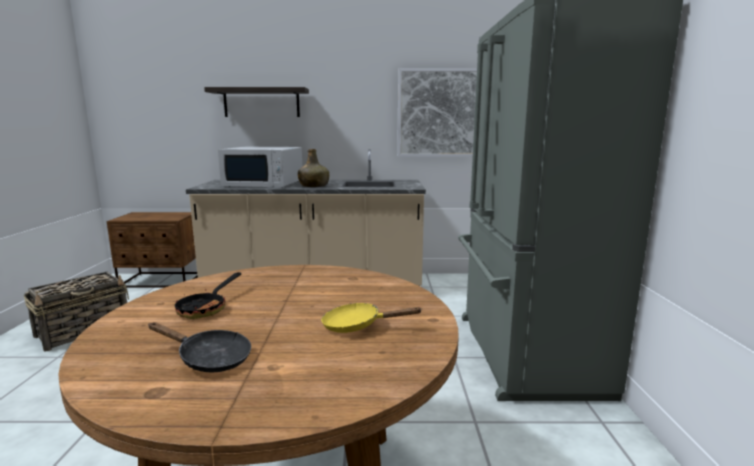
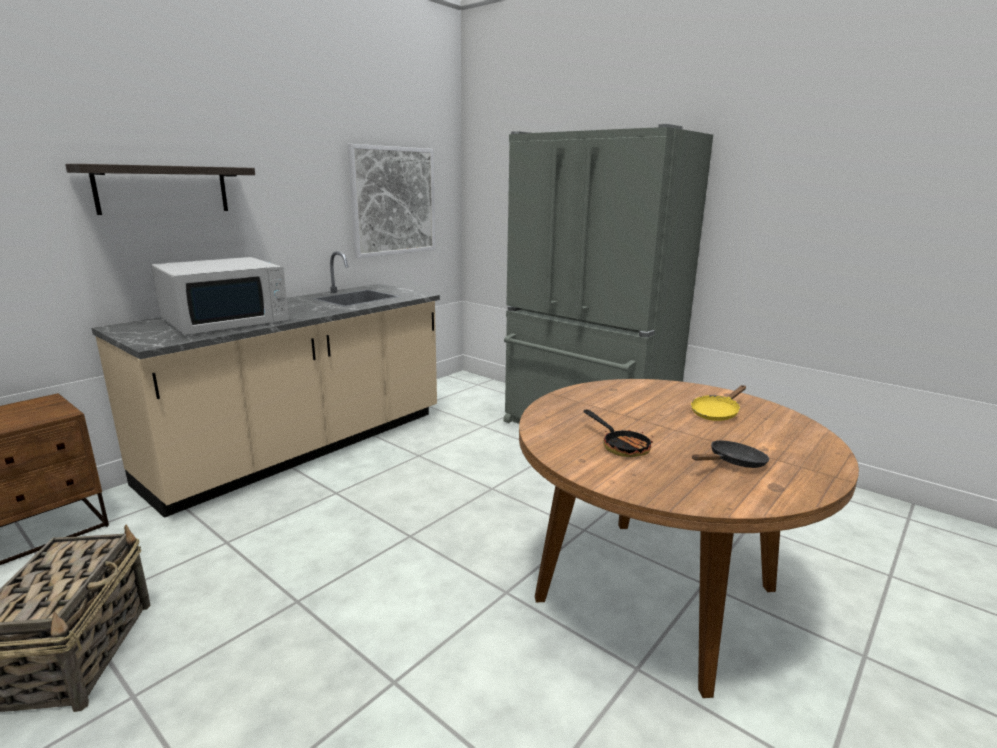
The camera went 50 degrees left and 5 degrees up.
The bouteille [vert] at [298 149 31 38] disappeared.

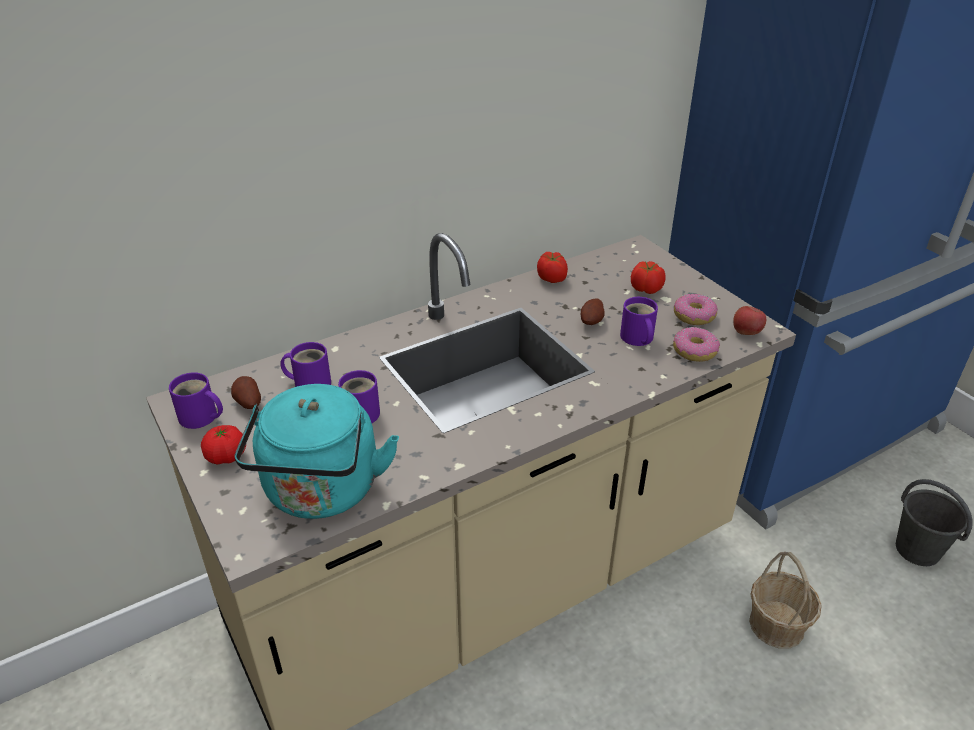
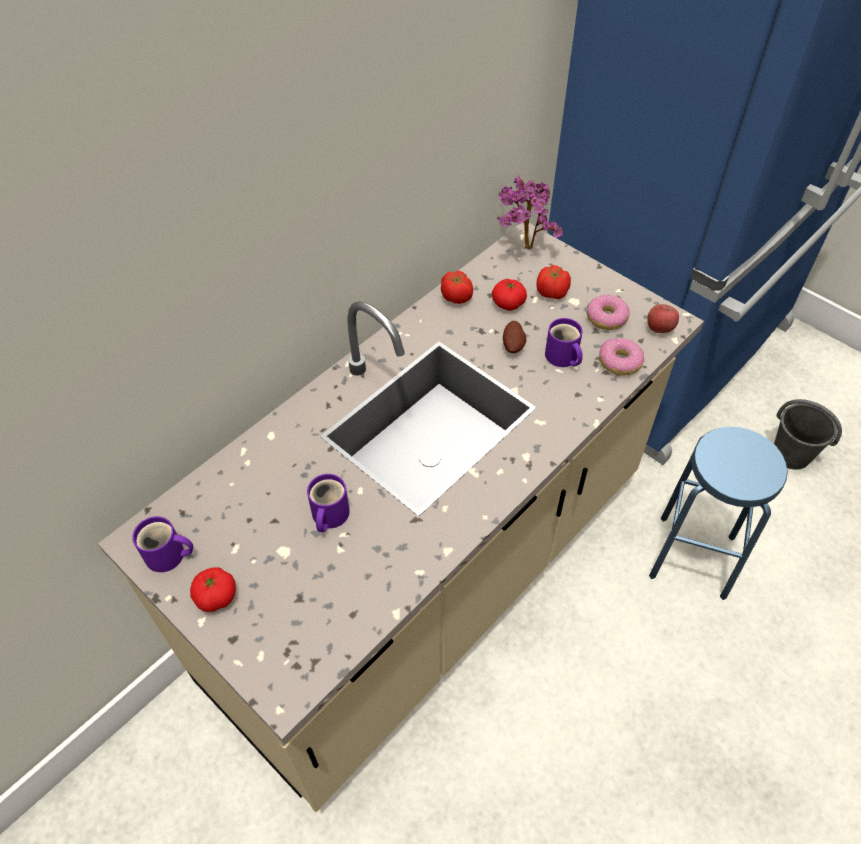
The camera went 15 degrees left and 15 degrees up.
The pomme de terre at [231 376 30 33] disappeared.
The bouilloire [turquoise] at [234 384 165 135] disappeared.
The mug [violet] at [280 342 51 45] disappeared.
The panier at [749 552 73 97] was replaced by the tabouret [bleu] at [649 427 139 173].
The tomate at [492 279 35 31] appeared.
The plante en pot at [497 175 66 75] appeared.

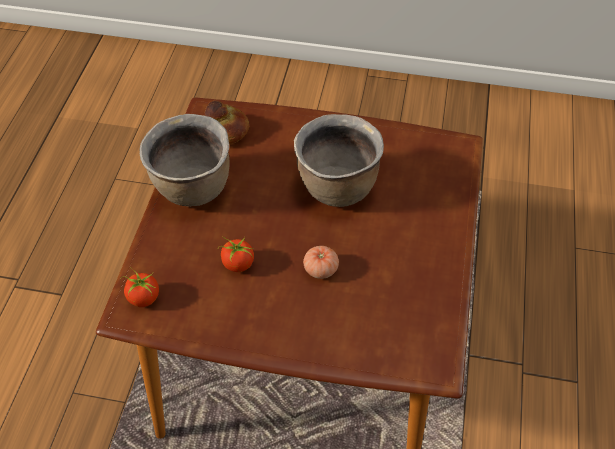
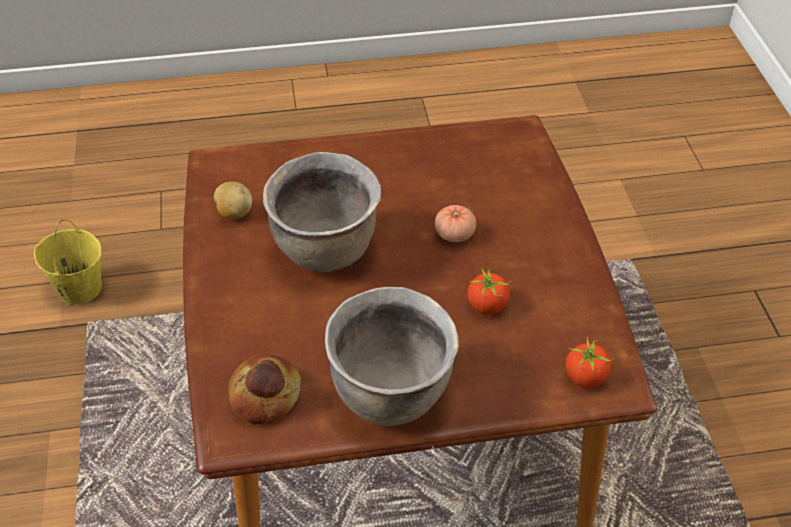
The camera went 110 degrees left and 5 degrees down.
The seau [jaune] at [34 219 68 85] appeared.
The pomme de terre at [214 181 38 38] appeared.

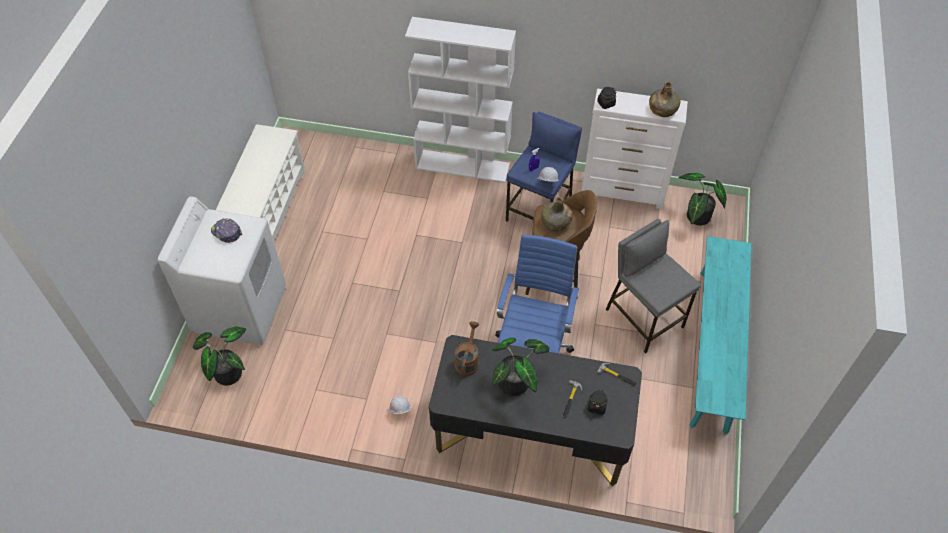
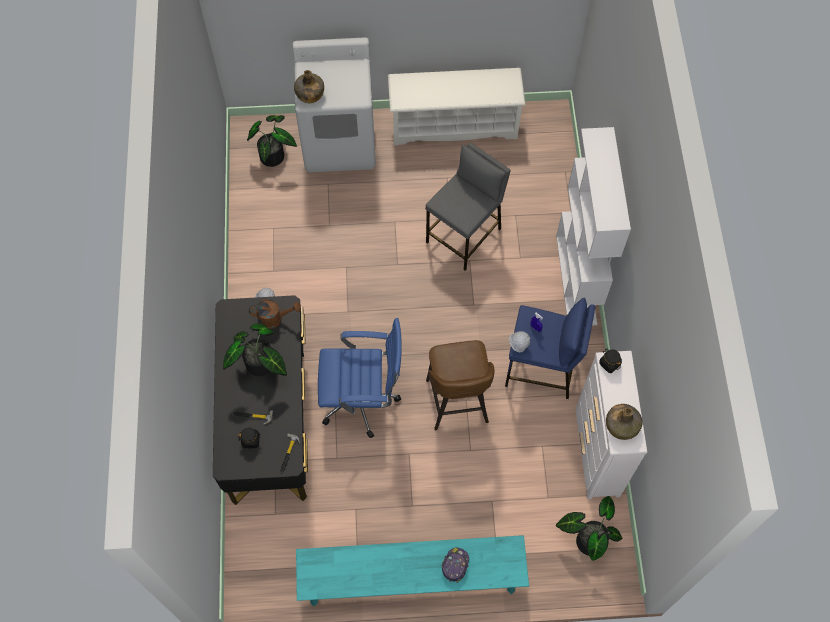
The camera went 75 degrees right and 10 degrees up.
The casquette moved from [211 218 31 25] to [442 548 27 35].
The bouteille [vert] moved from [541 197 32 34] to [294 70 30 33].
The tabouret [gris] moved from [606 219 95 135] to [425 143 85 128].

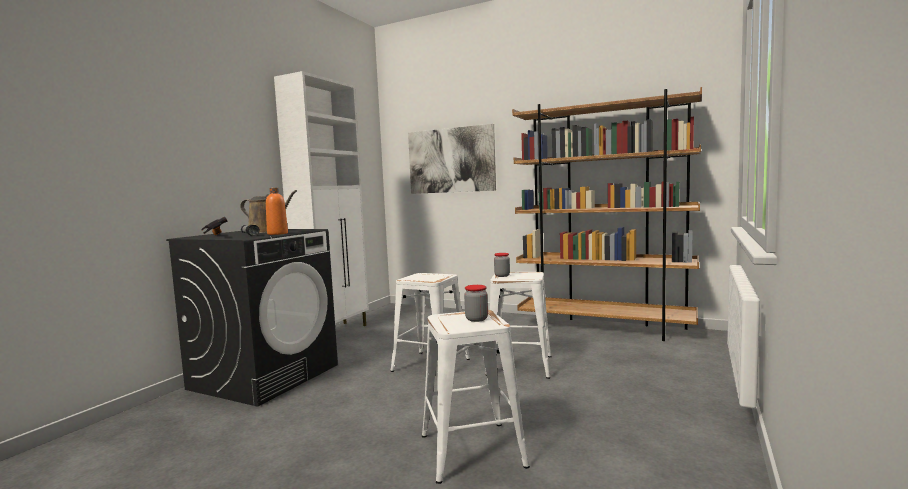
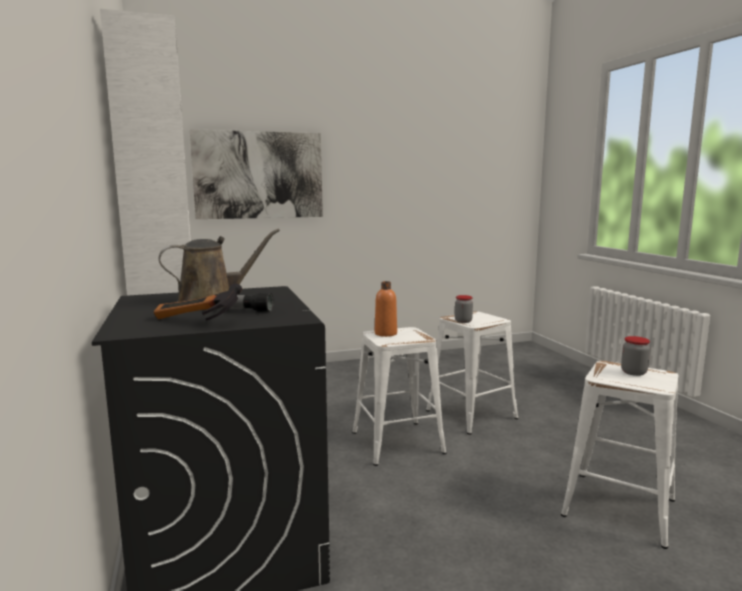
The camera went 45 degrees left and 5 degrees up.
The bouteille [orange] moved from [266 188 22 47] to [375 281 22 56].
The bibliothèque [marron] at [512 87 190 254] disappeared.

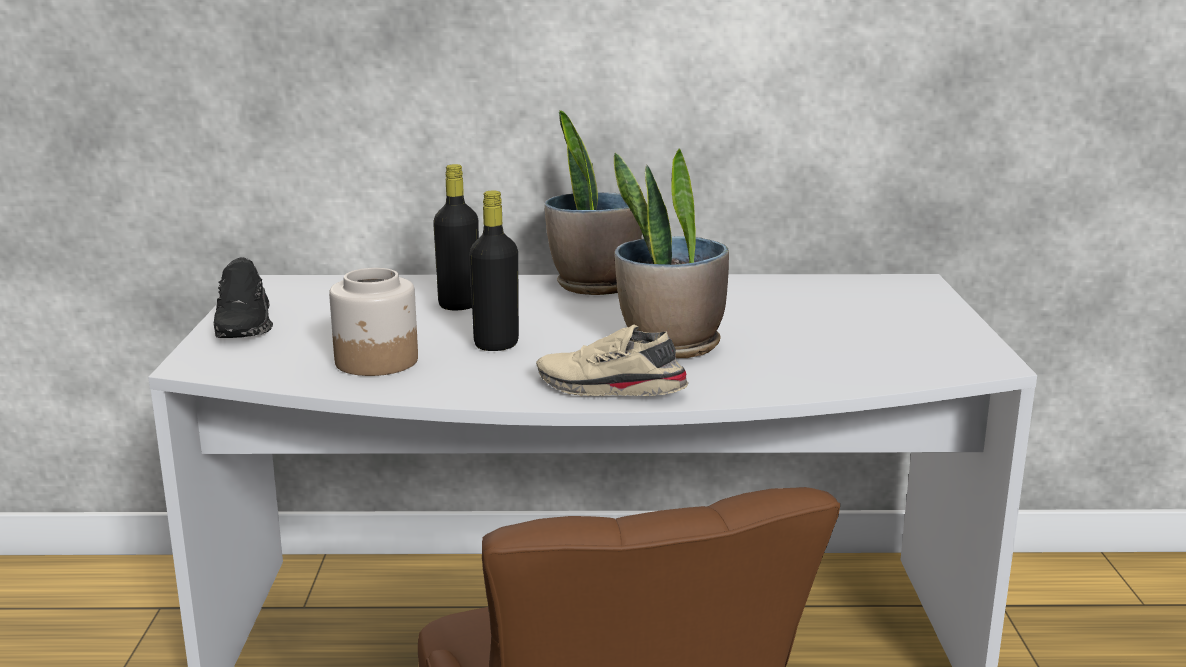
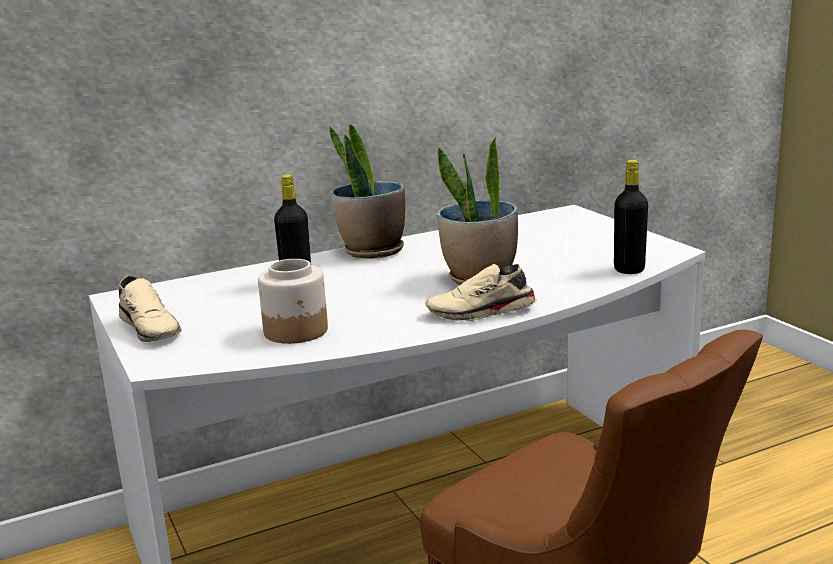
The camera went 25 degrees left and 0 degrees up.
The chaussure [noir] at [213 257 60 81] became the chaussure [beige] at [119 276 63 66].
The bouteille [noir] moved from [469 190 50 161] to [614 160 34 114].

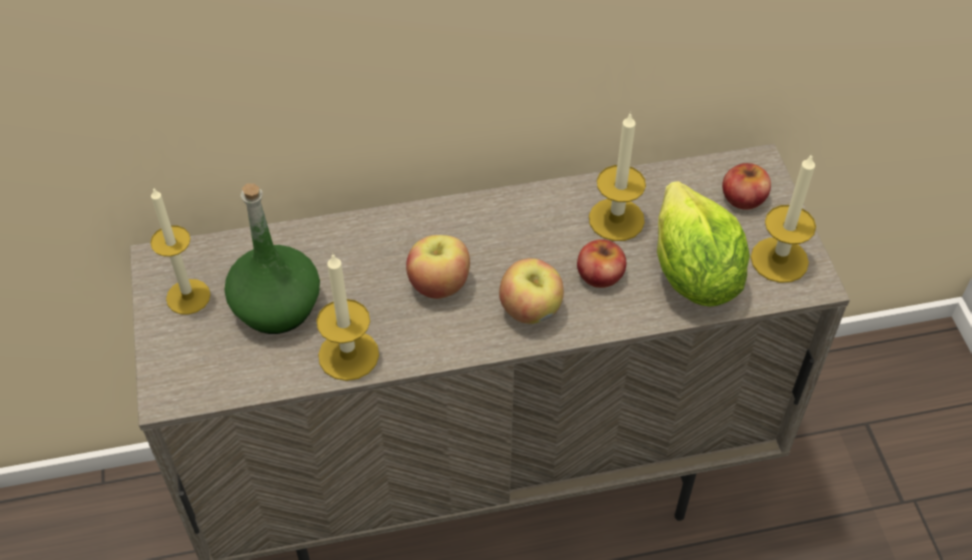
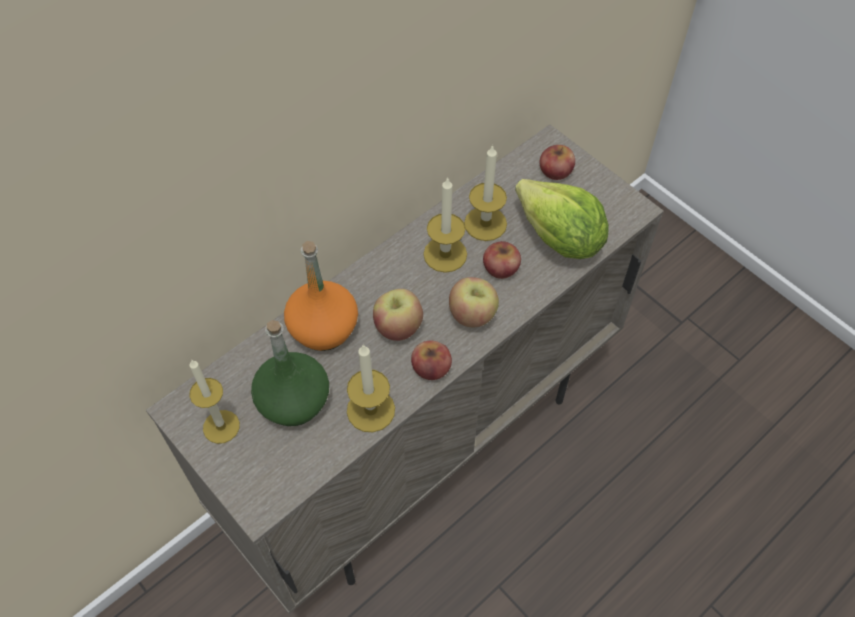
The camera went 30 degrees left and 5 degrees up.
The bougie moved from [751 153 65 130] to [423 177 44 96].
The bouteille [orange] at [284 241 74 110] appeared.
The pomme at [411 341 41 39] appeared.

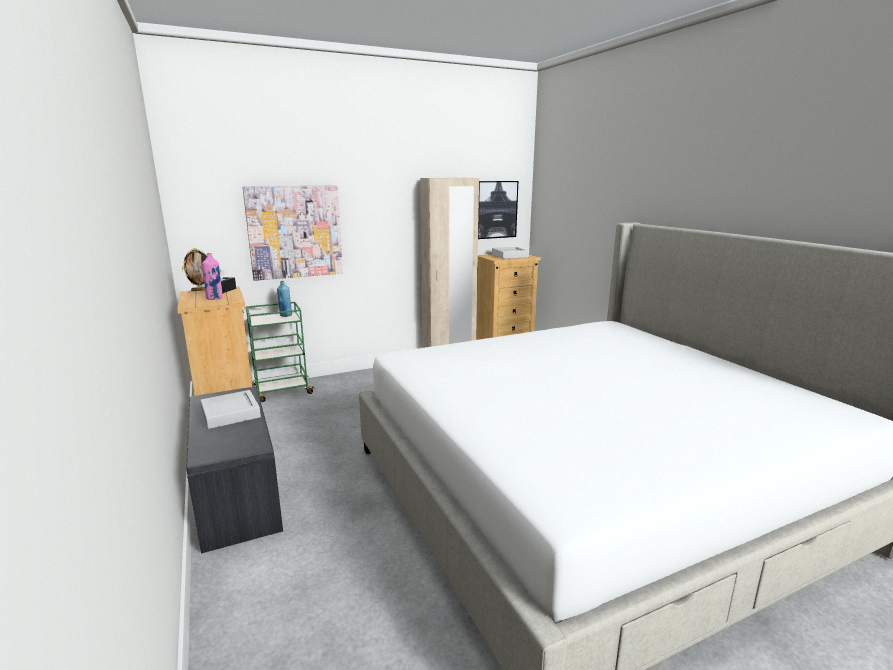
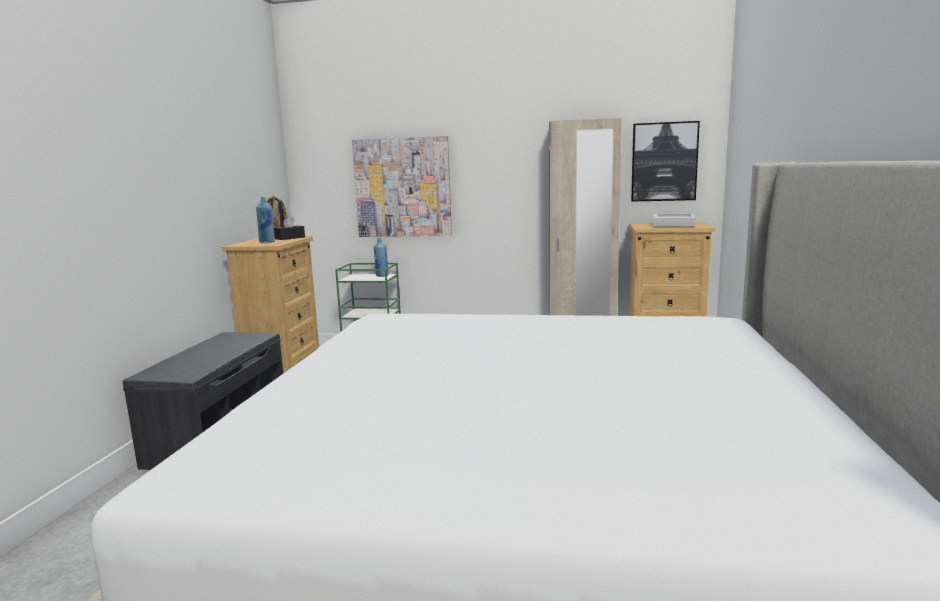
The camera went 35 degrees right and 5 degrees down.
The plateau [gris] at [200 390 61 39] disappeared.
The bouteille [rose] at [202 253 21 47] became the bouteille [bleu] at [256 197 19 46].

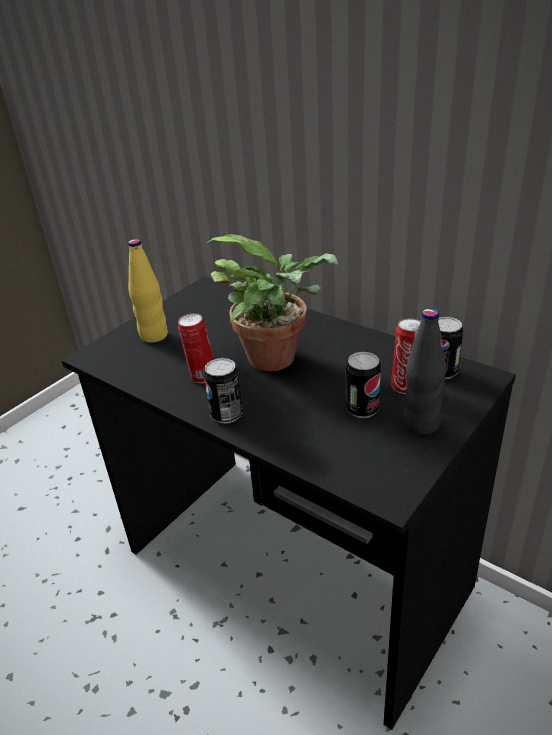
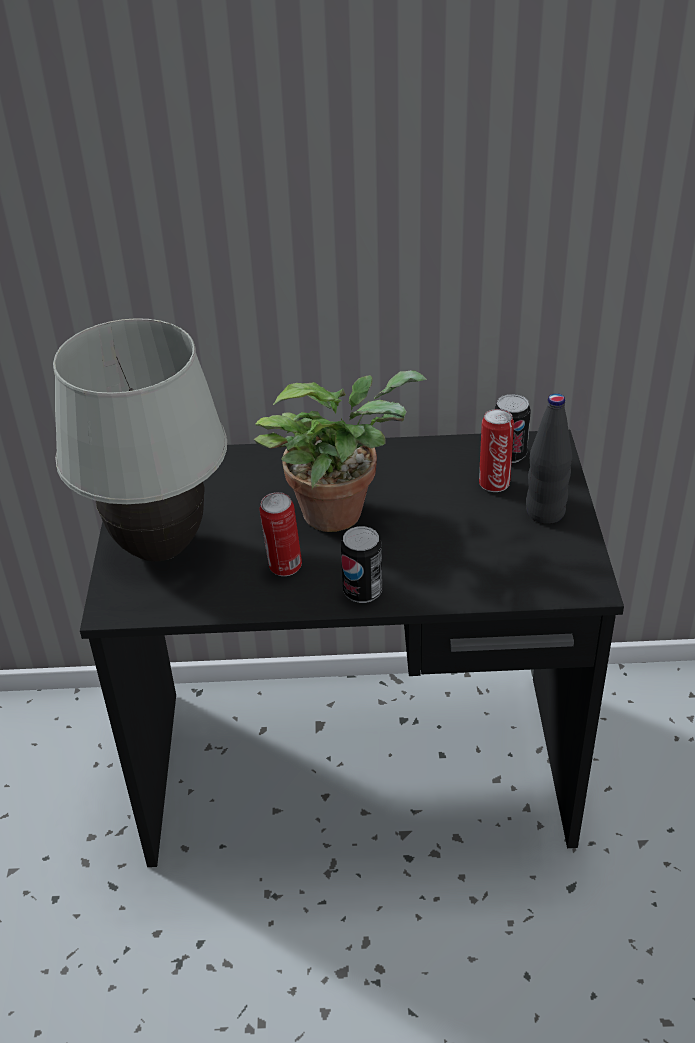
The camera went 40 degrees left and 5 degrees up.
The bouteille [jaune] at [128 239 40 104] was replaced by the lampe de table [blanc] at [53 318 174 244].
The boîte métallique at [346 352 35 66] disappeared.

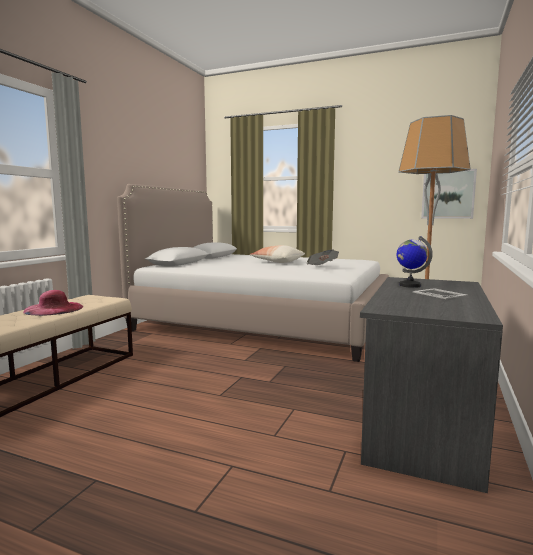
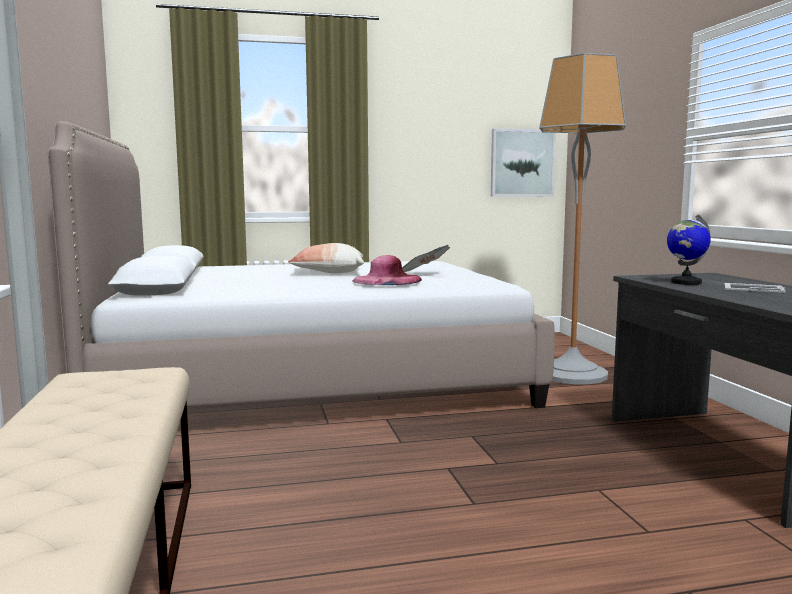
The camera went 35 degrees left and 0 degrees up.
The chapeau [rose] moved from [23 290 60 26] to [352 255 70 30].

